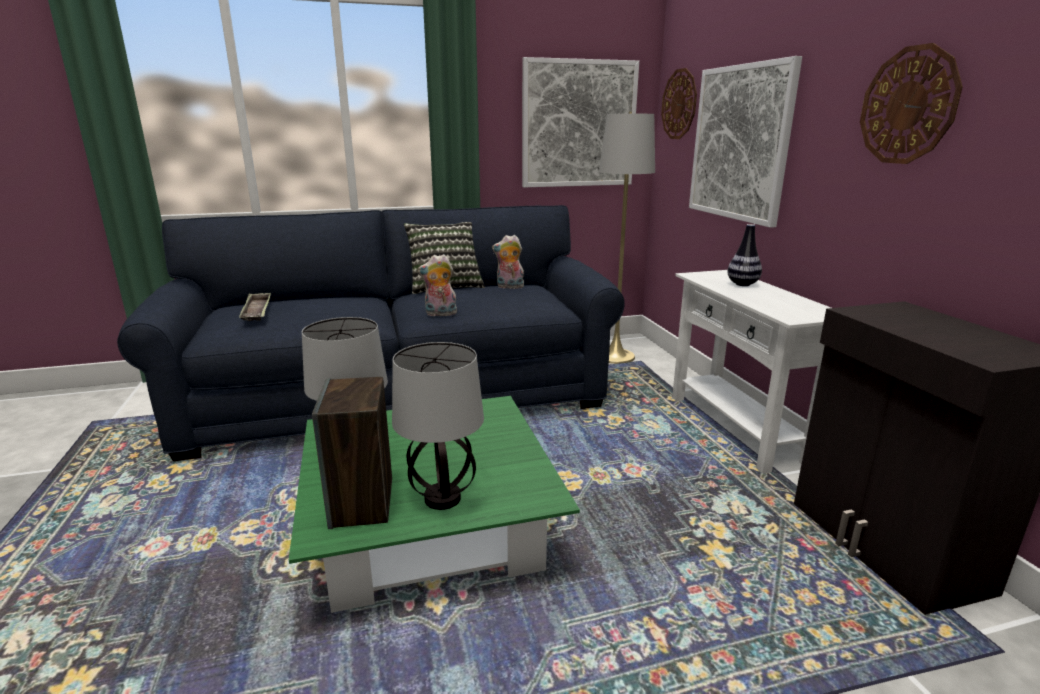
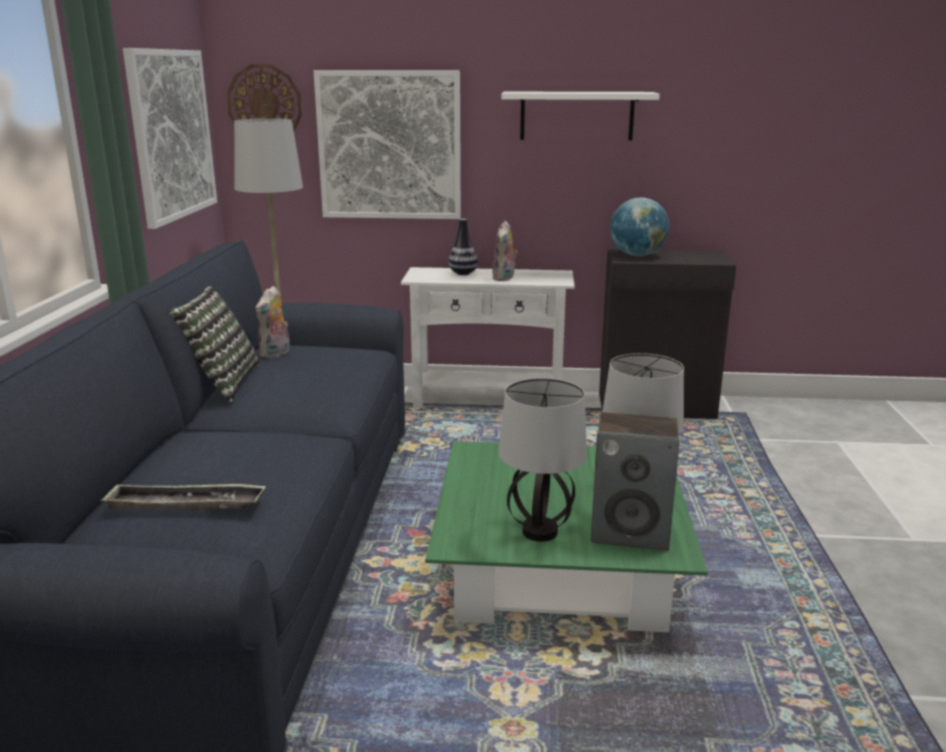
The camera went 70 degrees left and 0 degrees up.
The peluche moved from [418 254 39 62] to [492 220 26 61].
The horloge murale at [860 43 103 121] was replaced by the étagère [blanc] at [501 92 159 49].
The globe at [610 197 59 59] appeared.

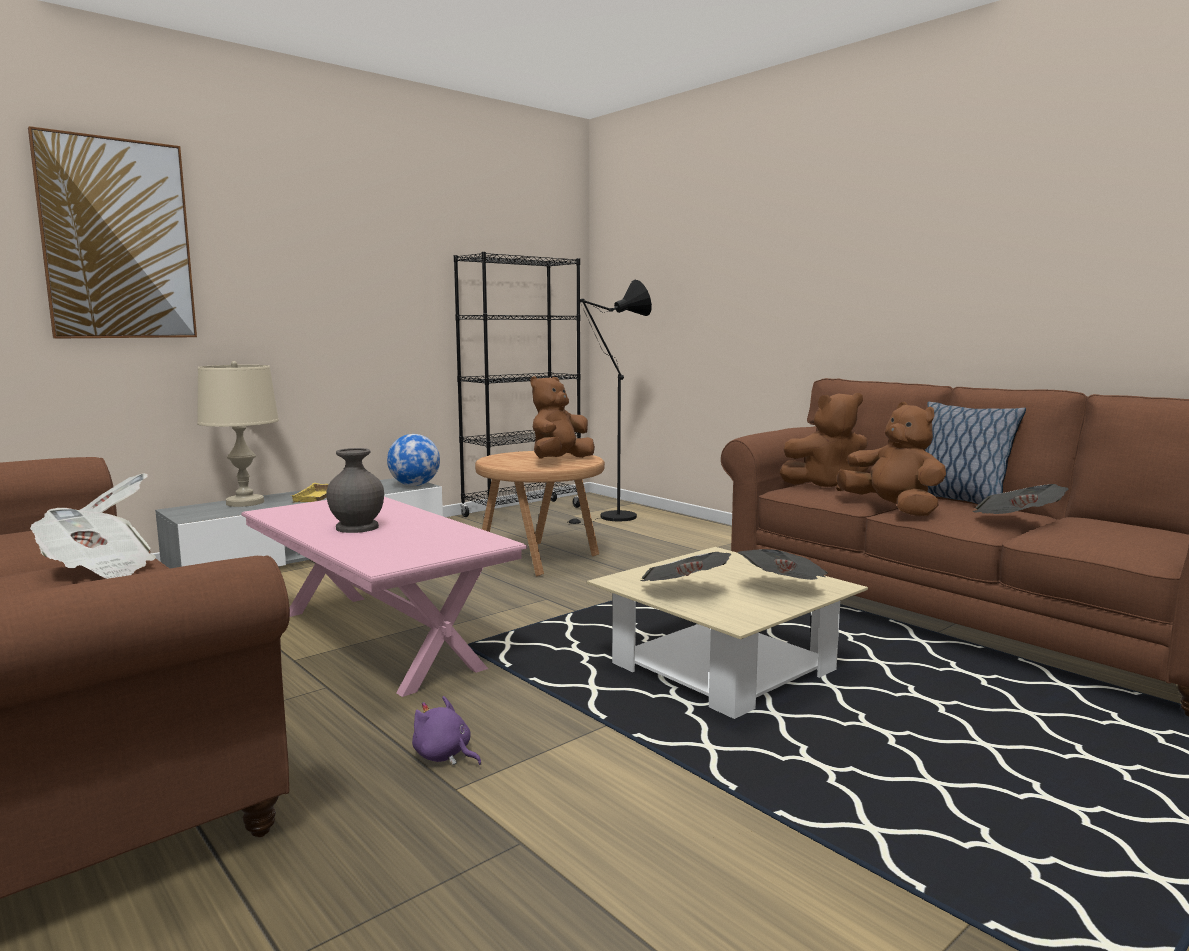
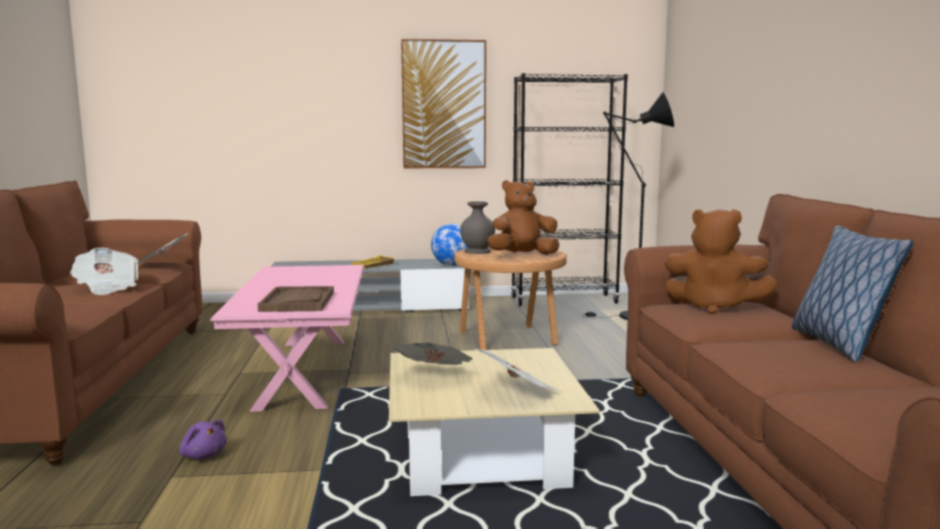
The camera went 35 degrees right and 0 degrees up.
The tableau moved from [28 126 169 213] to [401 39 85 129].
The lampe de table [beige] at [197 361 82 146] disappeared.
The vase [gris] moved from [326 448 58 85] to [460 201 35 53].
The peluche [violet] at [412 696 69 69] turned 150 degrees clockwise.
The peluche [marron] at [836 402 110 114] disappeared.
The journal at [973 484 96 30] disappeared.
The plateau [marron] at [258 286 76 26] appeared.

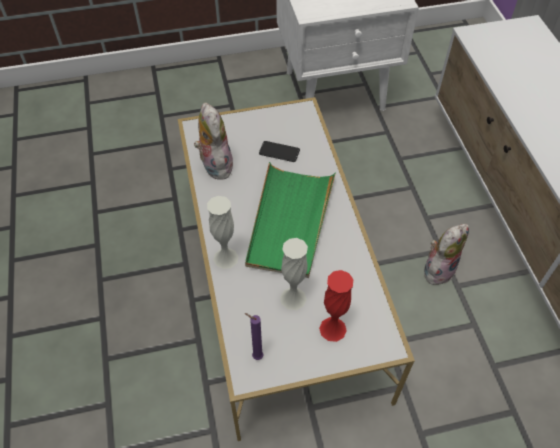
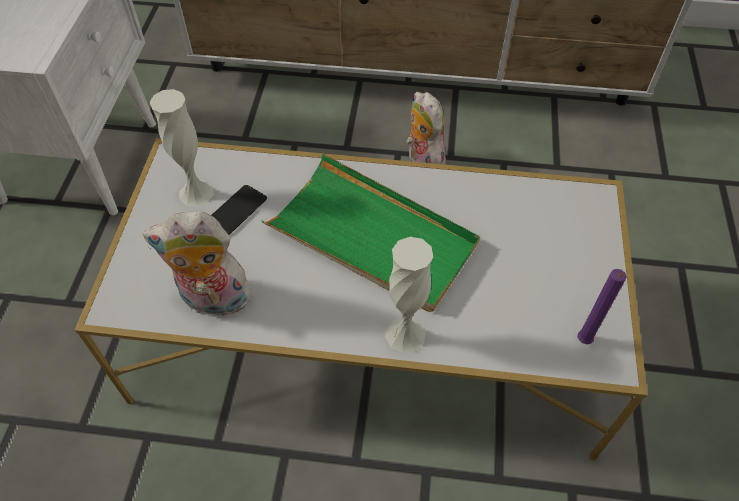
The camera went 70 degrees left and 0 degrees up.
The vase [blanc] moved from [280 238 28 72] to [150 89 64 118].
The vase [rouge] at [319 270 34 72] disappeared.

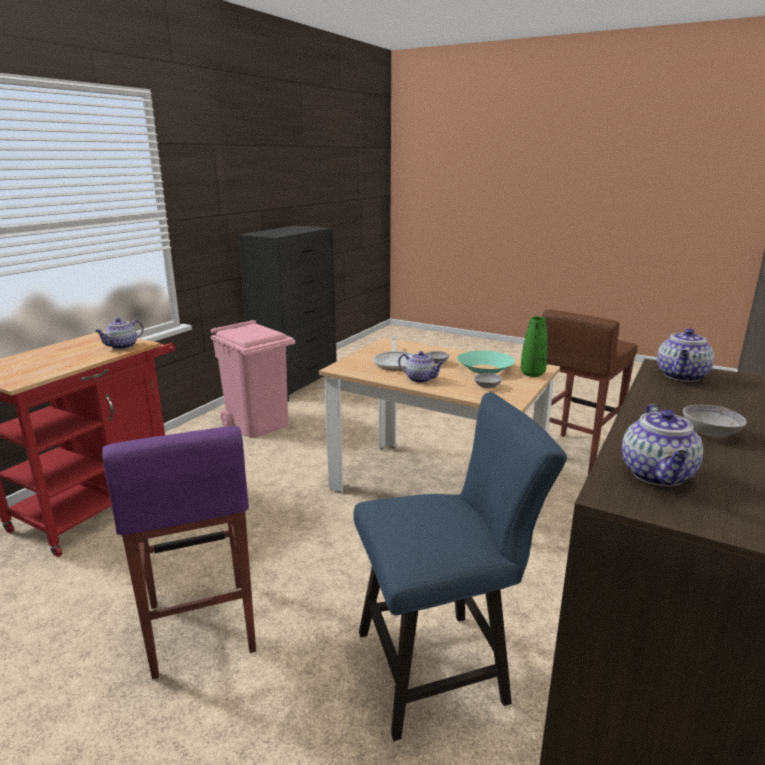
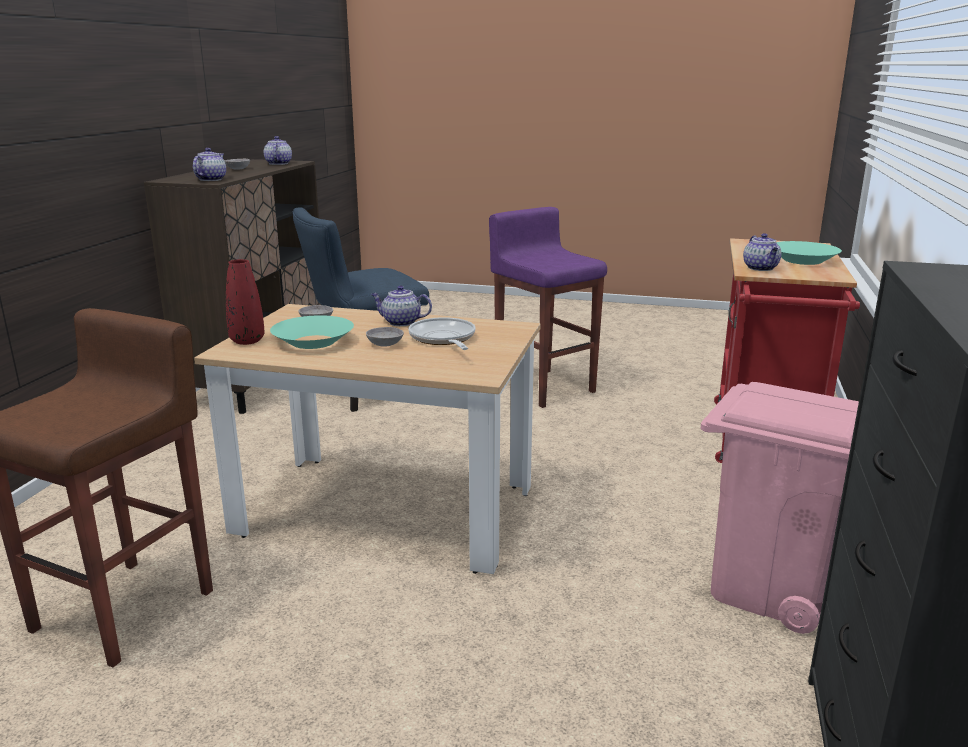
The camera went 165 degrees right and 0 degrees up.
The théière at [95 318 49 31] turned 150 degrees clockwise.
The vase [vert] at [521 317 27 60] became the vase [rouge] at [226 259 38 86].
The bol [turquoise] at [776 241 66 24] appeared.

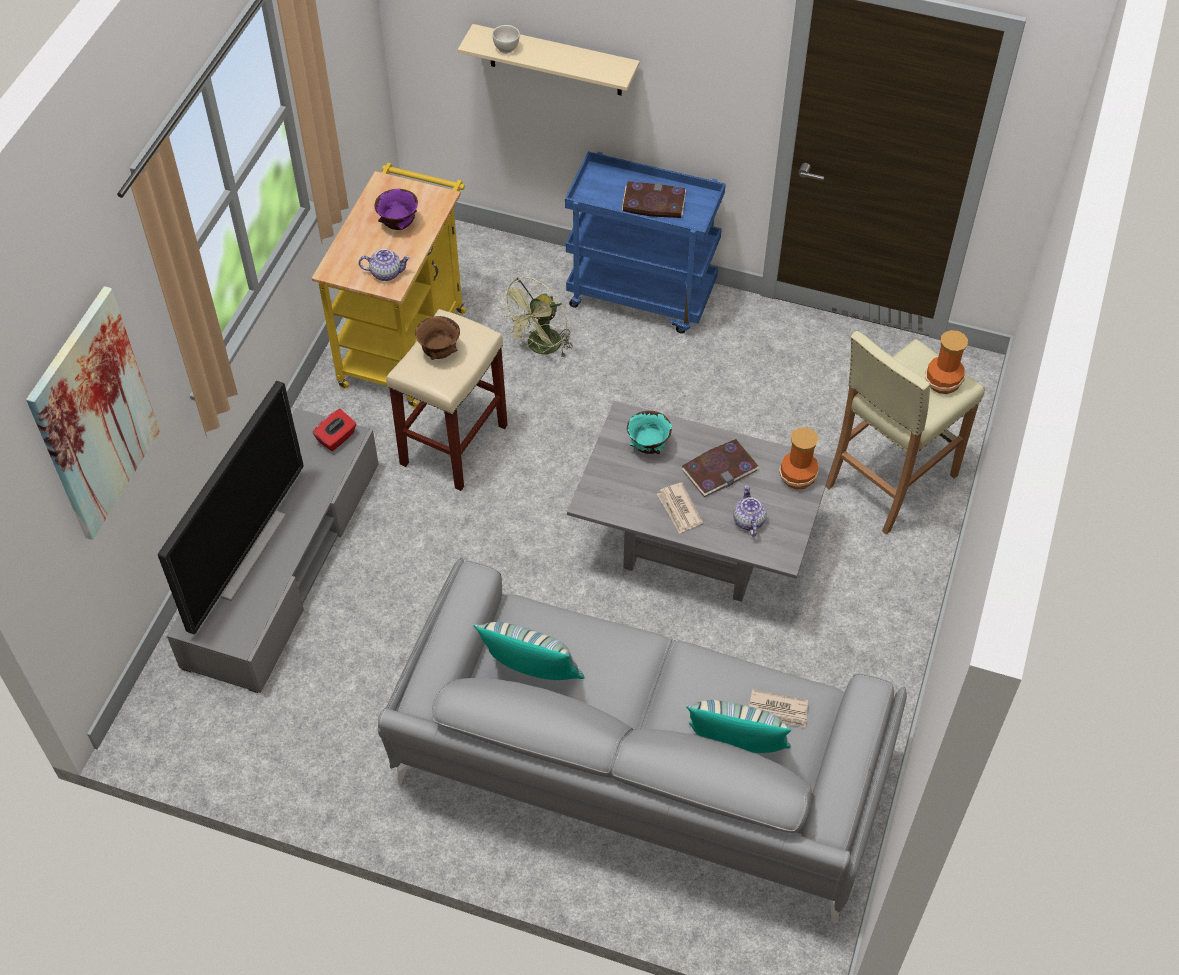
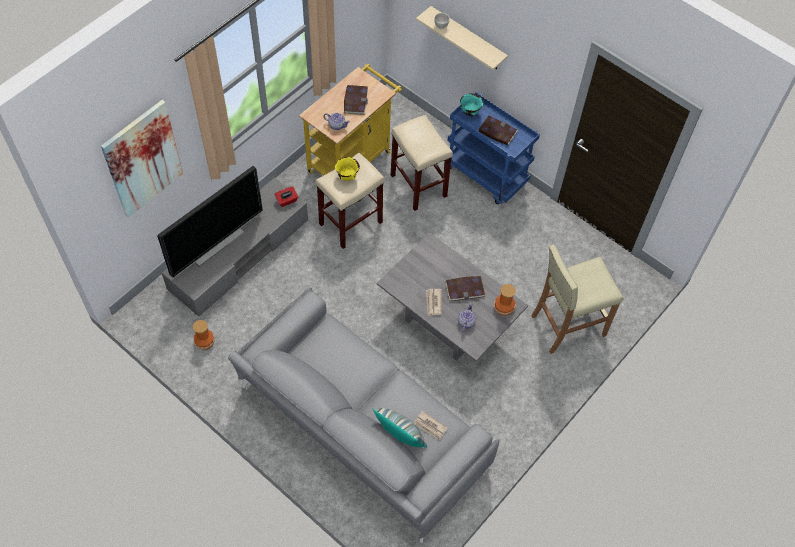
The camera went 20 degrees right and 5 degrees up.
The bol [violet] at [375 189 43 41] was replaced by the livre at [344 85 24 30].
The bol [marron] at [415 316 45 44] became the bol [jaune] at [335 157 25 24].
The coussin at [473 622 112 58] disappeared.
The ventilateur [vert] at [499 277 74 80] was replaced by the tabouret [beige] at [391 115 62 96].
The bol [turquoise] moved from [627 411 45 43] to [460 93 23 24].
The vase moved from [926 330 42 64] to [193 320 22 30].

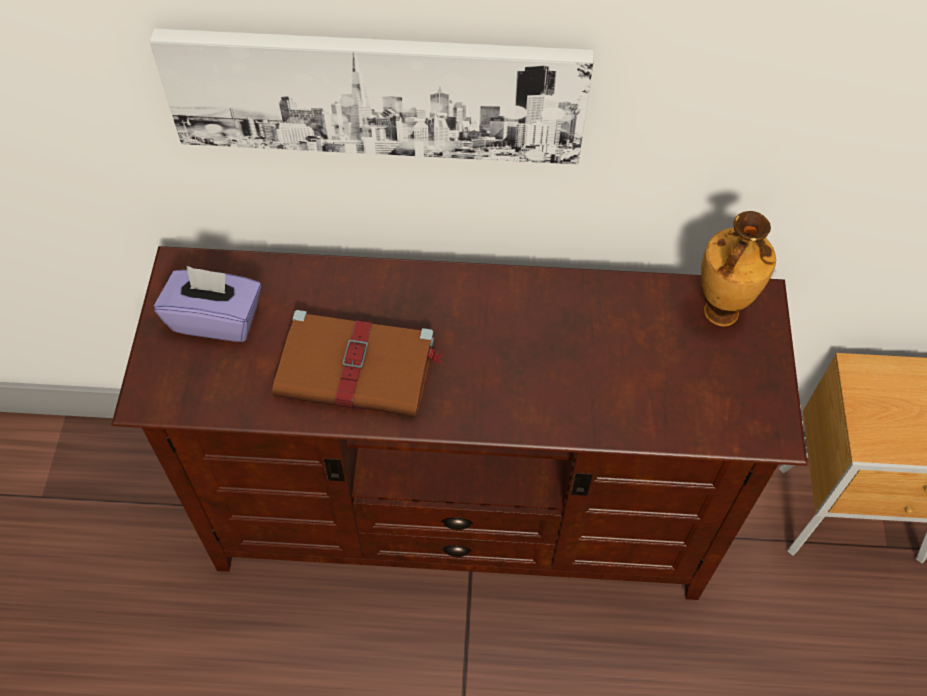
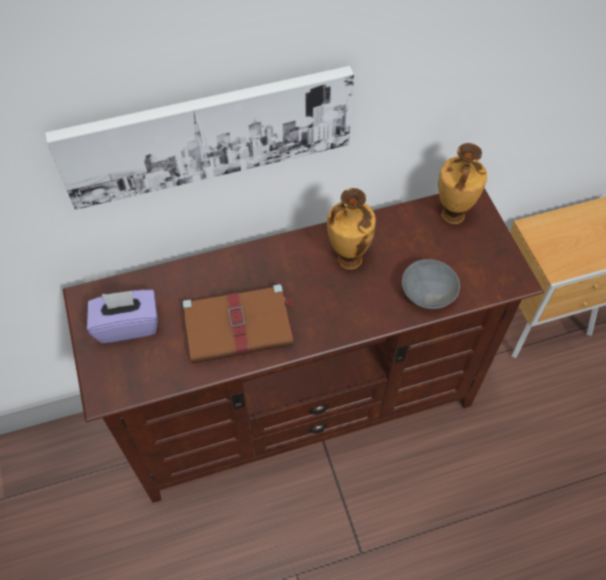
The camera went 20 degrees left and 0 degrees up.
The vase at [327 188 49 82] appeared.
The bol [gris] at [402 259 58 50] appeared.

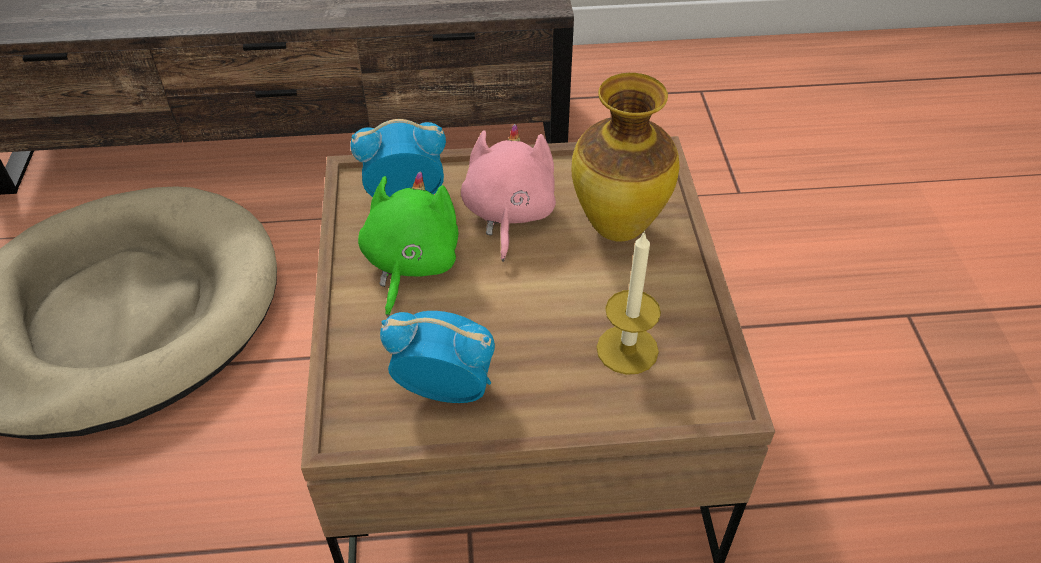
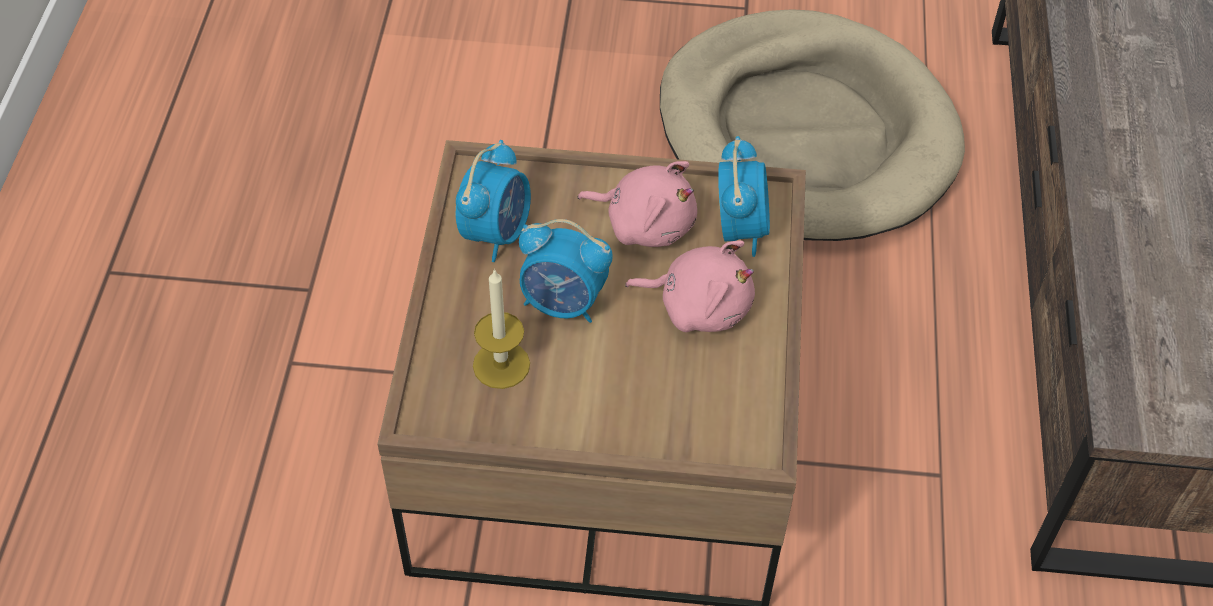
The camera went 100 degrees right and 5 degrees up.
The peluche [vert] at [358 171 100 146] became the peluche [rose] at [578 161 119 86].
The vase at [572 73 107 169] disappeared.
The réveil at [519 219 94 104] appeared.

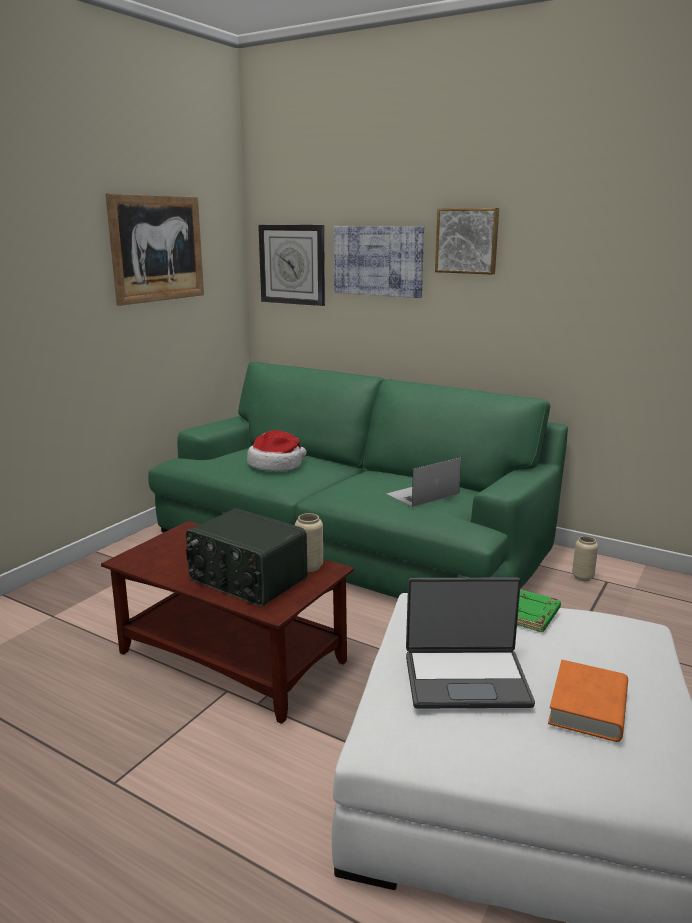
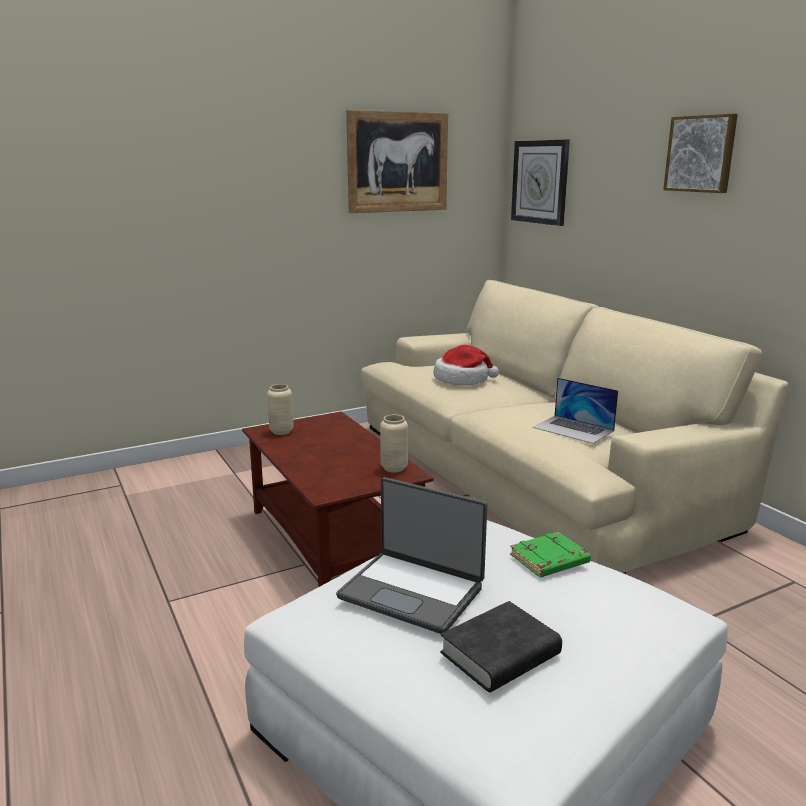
The camera went 30 degrees right and 0 degrees up.
The canapé [vert] at [148 362 420 236] became the canapé [beige] at [361 280 427 294].
The radio at [186 508 121 99] disappeared.
The tableau at [334 226 90 72] disappeared.
The ordinateur portable at [386 457 75 50] turned 135 degrees counterclockwise.
The livre [orange] at [548 660 80 82] became the livre [noir] at [440 601 122 91].
The vase [beige] moved from [572 536 26 45] to [267 384 27 51].

